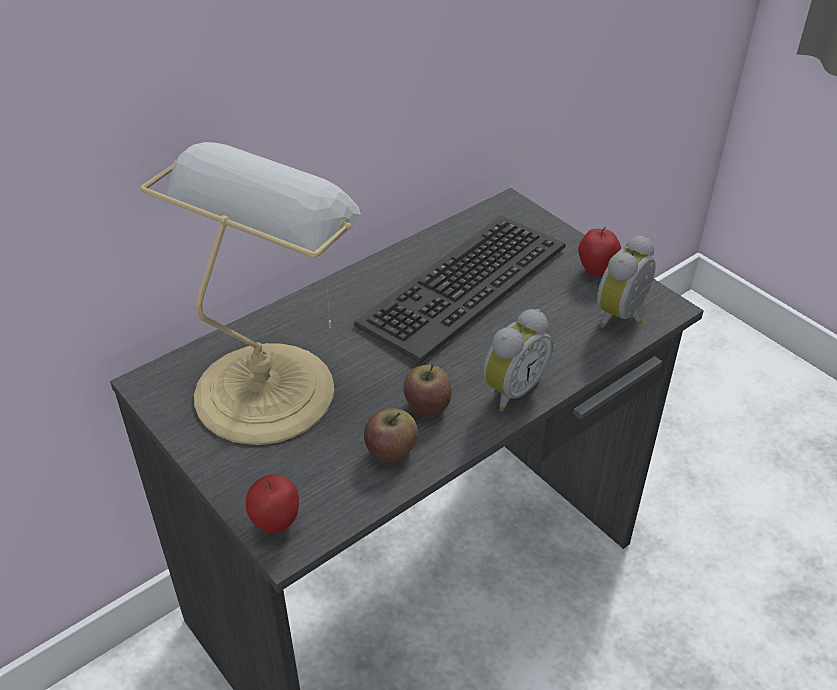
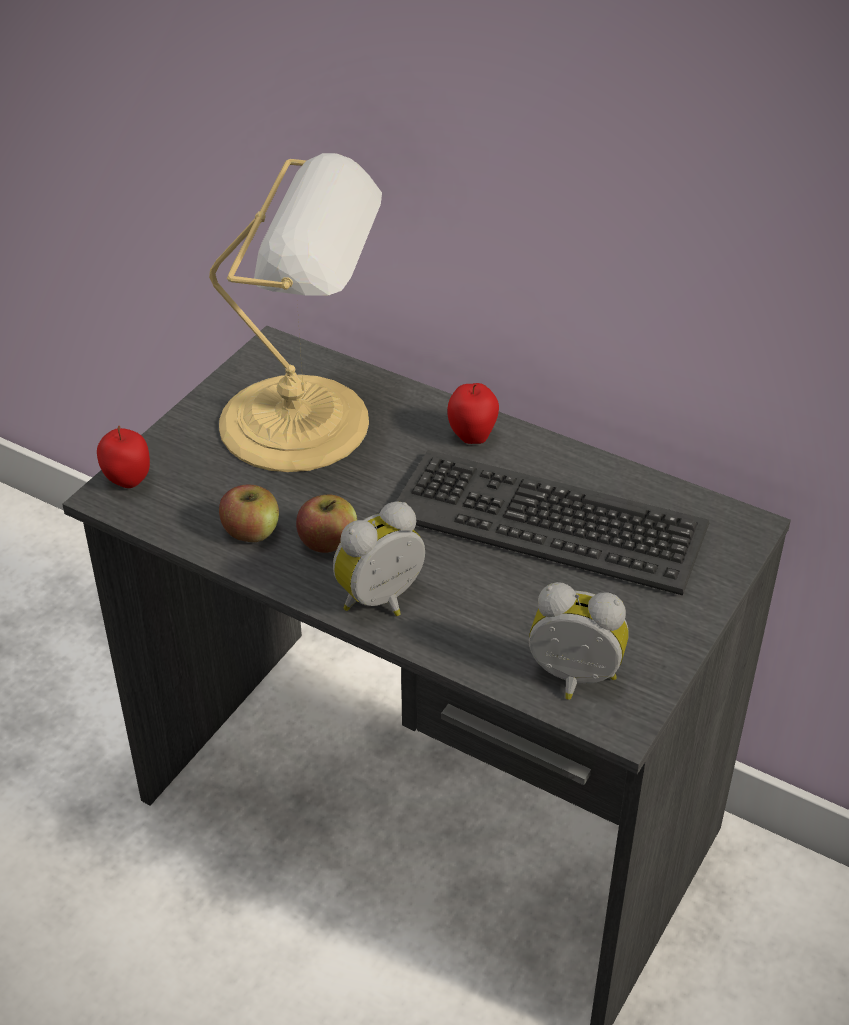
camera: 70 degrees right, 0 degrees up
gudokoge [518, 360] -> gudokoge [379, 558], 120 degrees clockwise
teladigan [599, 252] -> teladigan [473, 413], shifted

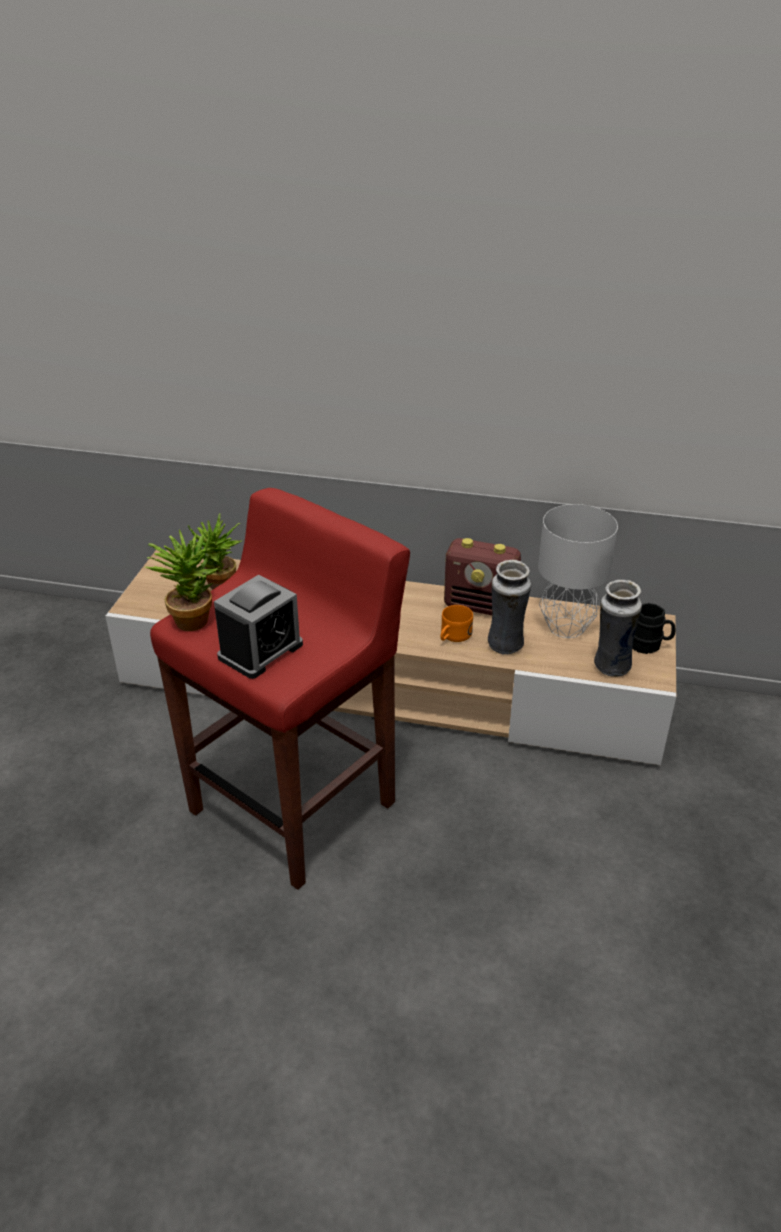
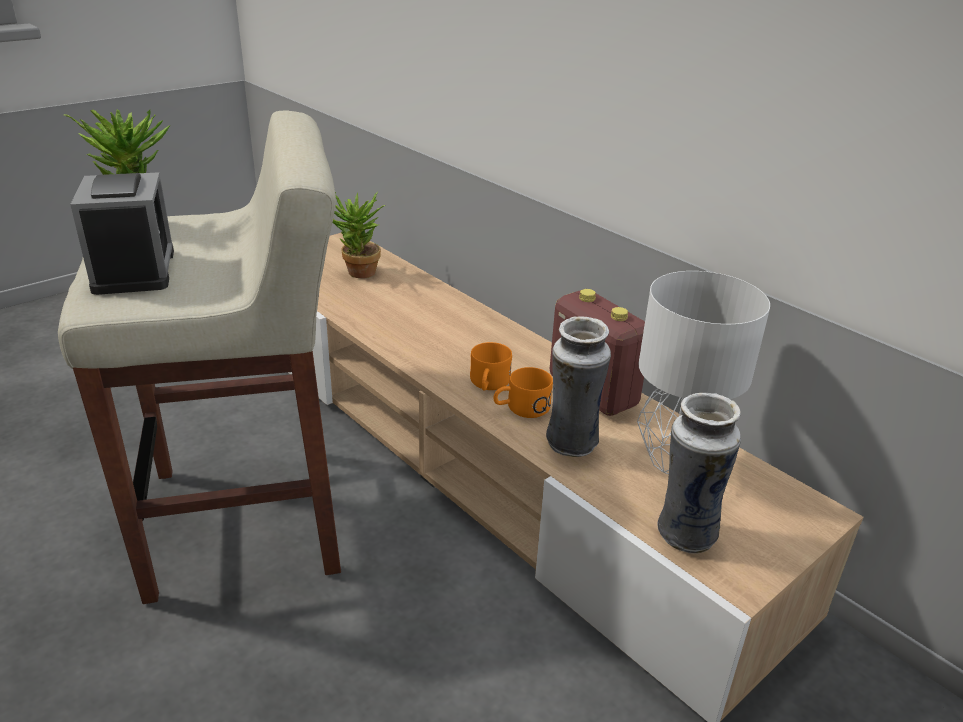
camera: 35 degrees right, 5 degrees down
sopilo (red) [280, 689] -> sopilo (beige) [199, 357]
gudokoge [258, 627] -> gudokoge [122, 233], 90 degrees counterclockwise
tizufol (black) [654, 628] -> none
none -> tizufol (orange) [491, 366]

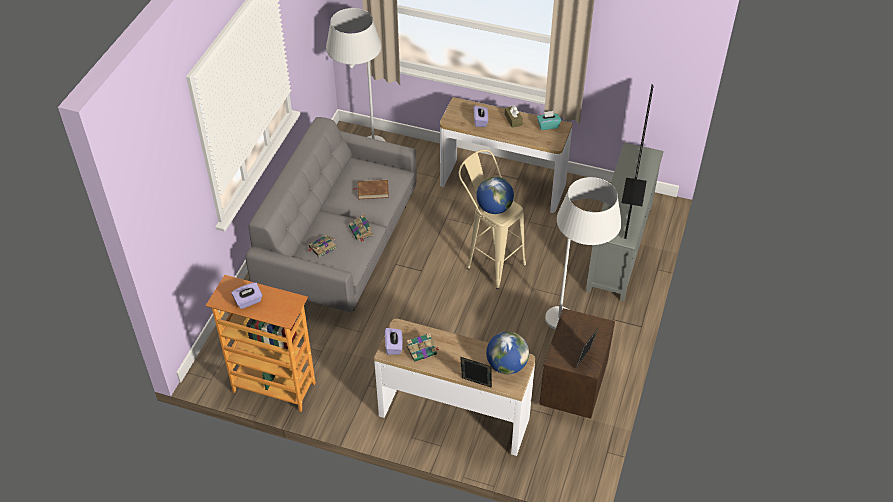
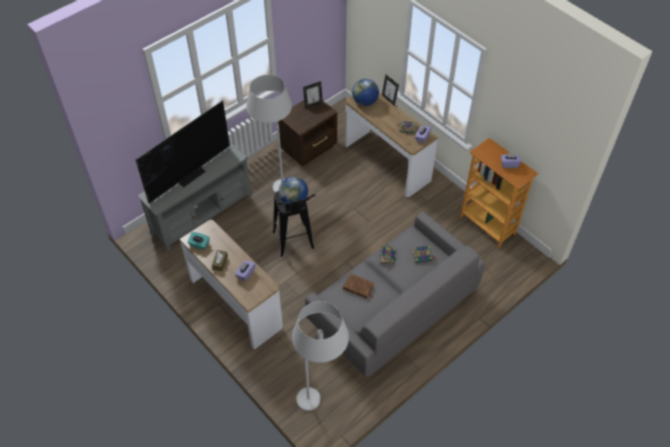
camera: 150 degrees left, 5 degrees up
sopilo (beige) [492, 219] -> sopilo (black) [294, 224]

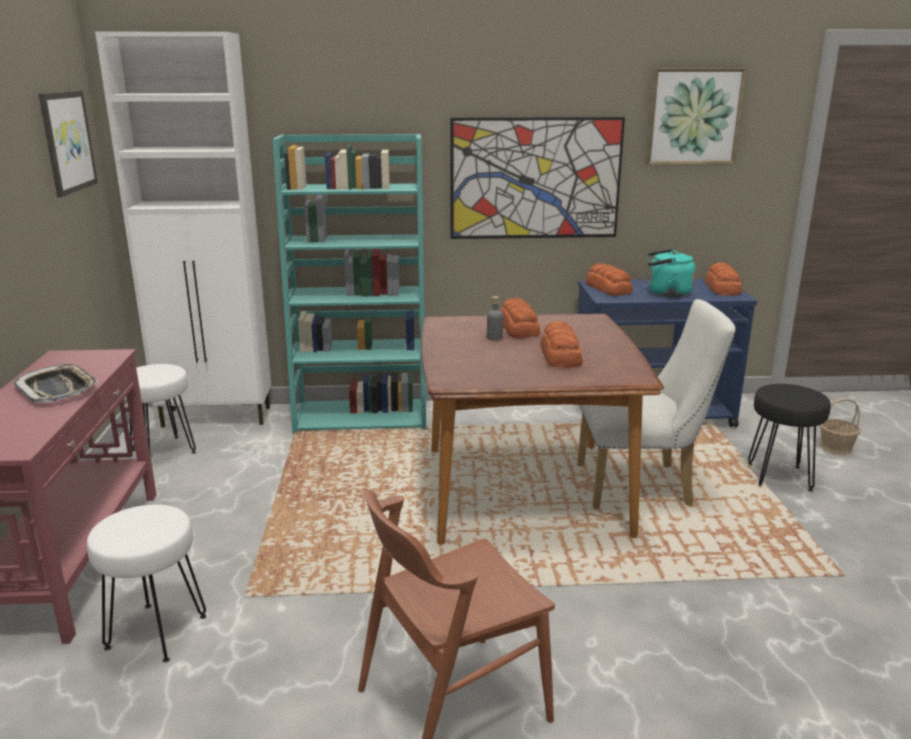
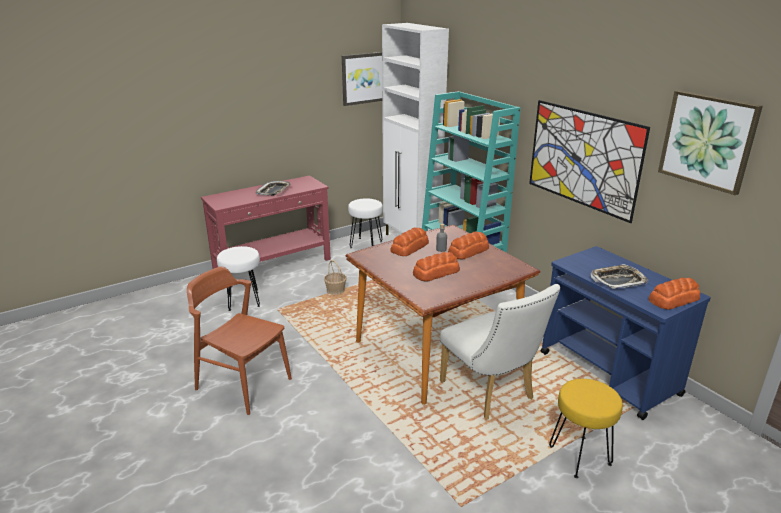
camera: 60 degrees right, 5 degrees up
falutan [609, 279] -> falutan [409, 242], shifted
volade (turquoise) [671, 273] -> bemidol [619, 276]
sopilo (black) [789, 438] -> sopilo (yellow) [586, 428]
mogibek [840, 426] -> mogibek [335, 277], shifted

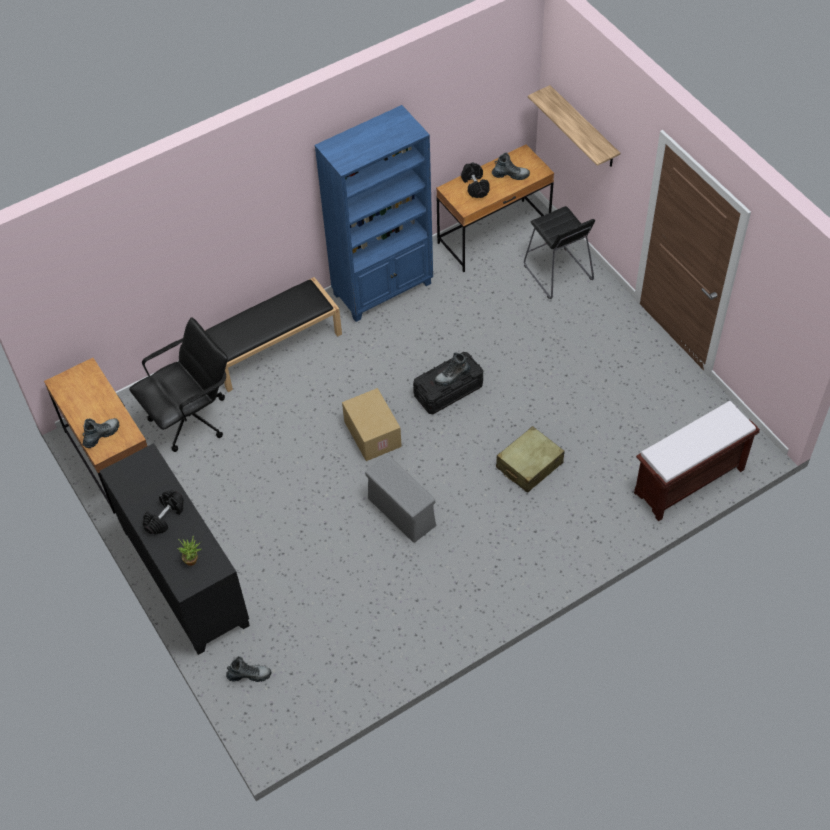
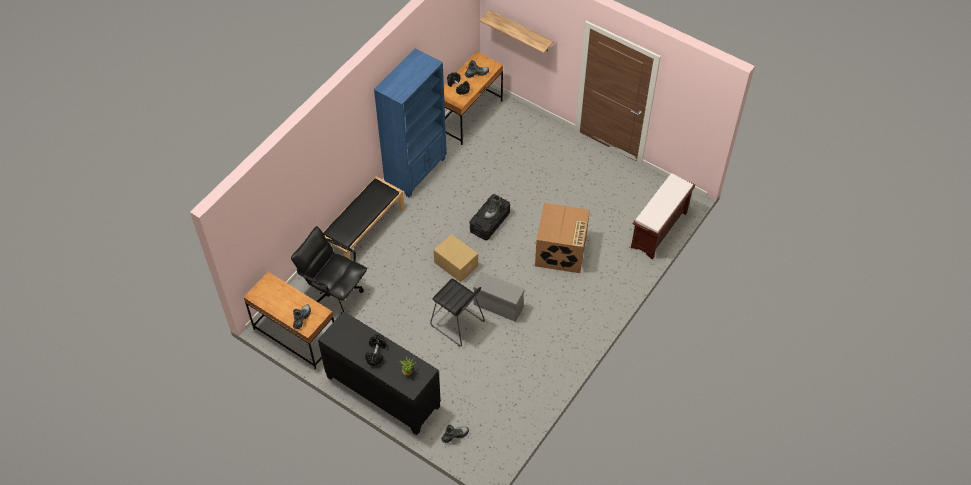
camera: 25 degrees left, 0 degrees up
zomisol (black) [178, 384] -> zomisol (black) [329, 268], 90 degrees counterclockwise
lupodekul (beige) [530, 459] -> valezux [562, 238]
sopilo (black) [559, 252] -> sopilo (black) [457, 313], shifted

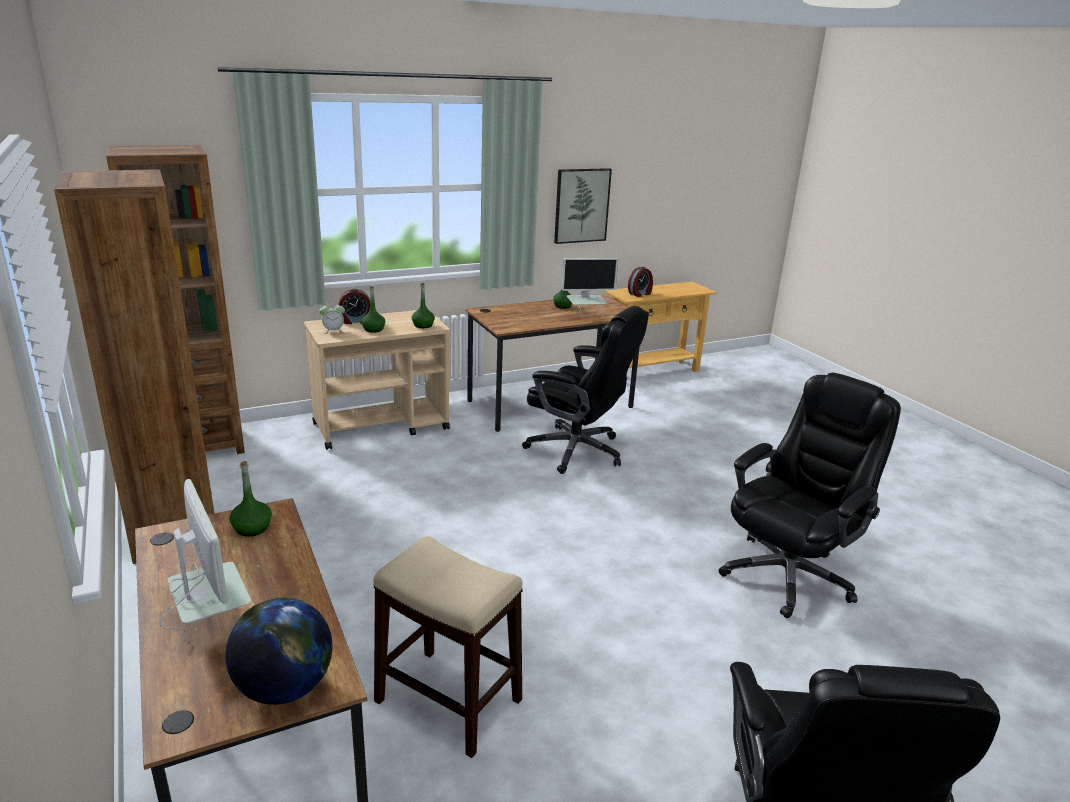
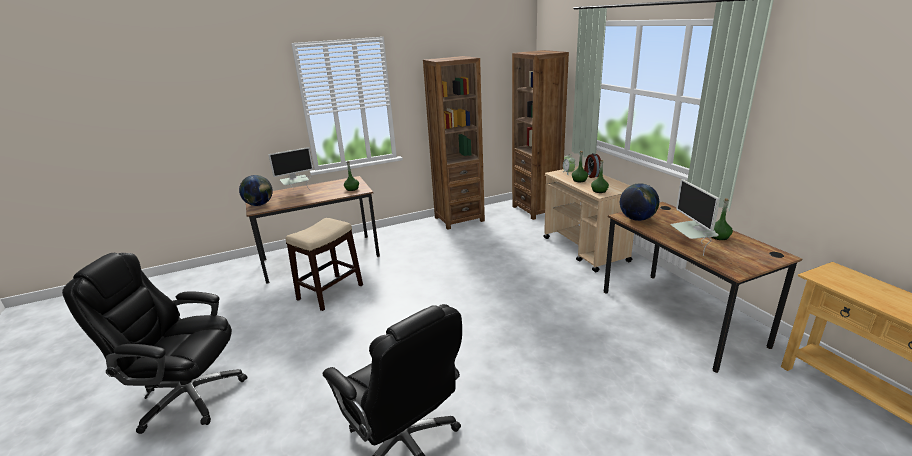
camera: 95 degrees right, 0 degrees up
zomisol (black) [585, 390] -> none
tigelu [583, 206] -> none
gudokoge [640, 282] -> none
none -> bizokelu [639, 202]

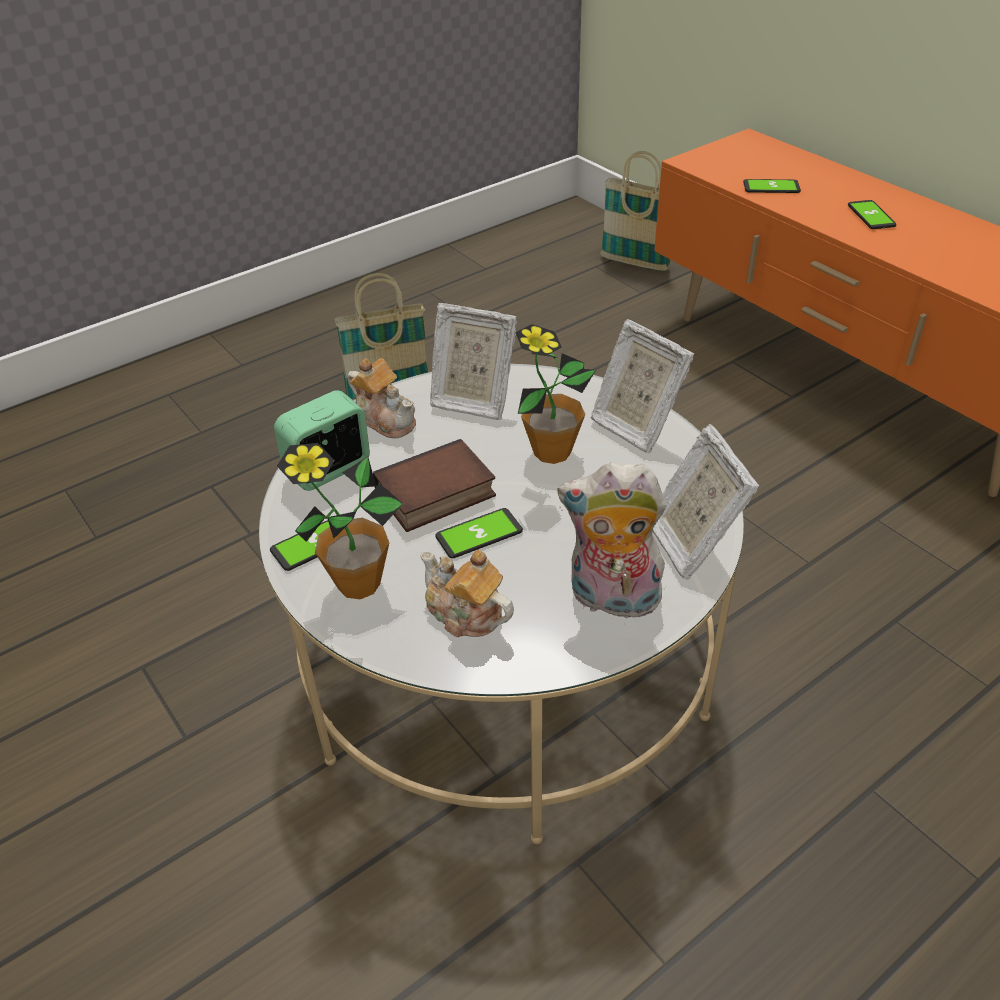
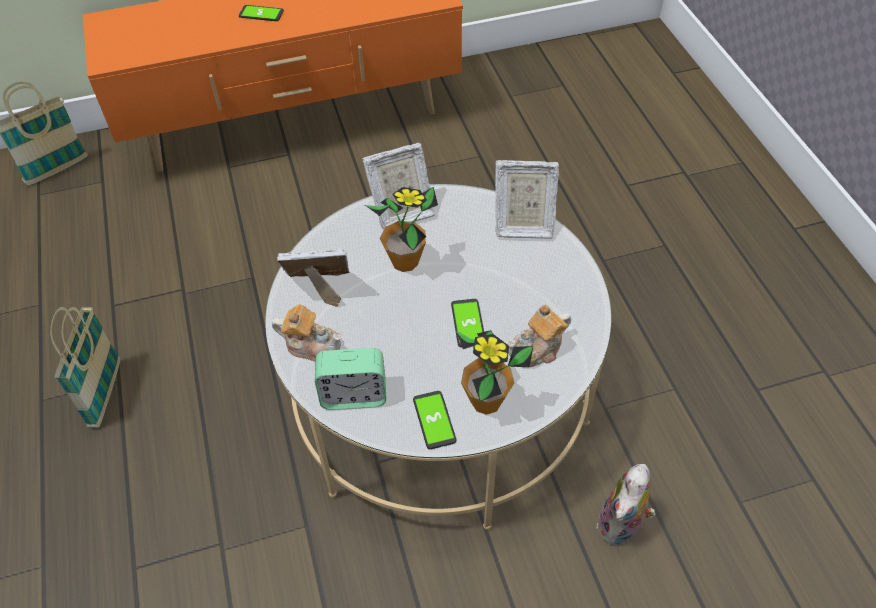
camera: 70 degrees left, 10 degrees up
gudokoge [322, 440] -> gudokoge [350, 379], 75 degrees counterclockwise
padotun [382, 398] -> padotun [307, 332], 45 degrees clockwise
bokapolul [434, 485] -> none
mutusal [473, 361] -> mutusal [313, 277], 135 degrees counterclockwise
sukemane [612, 543] -> sukemane [625, 505], shifted
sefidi [772, 186] -> none

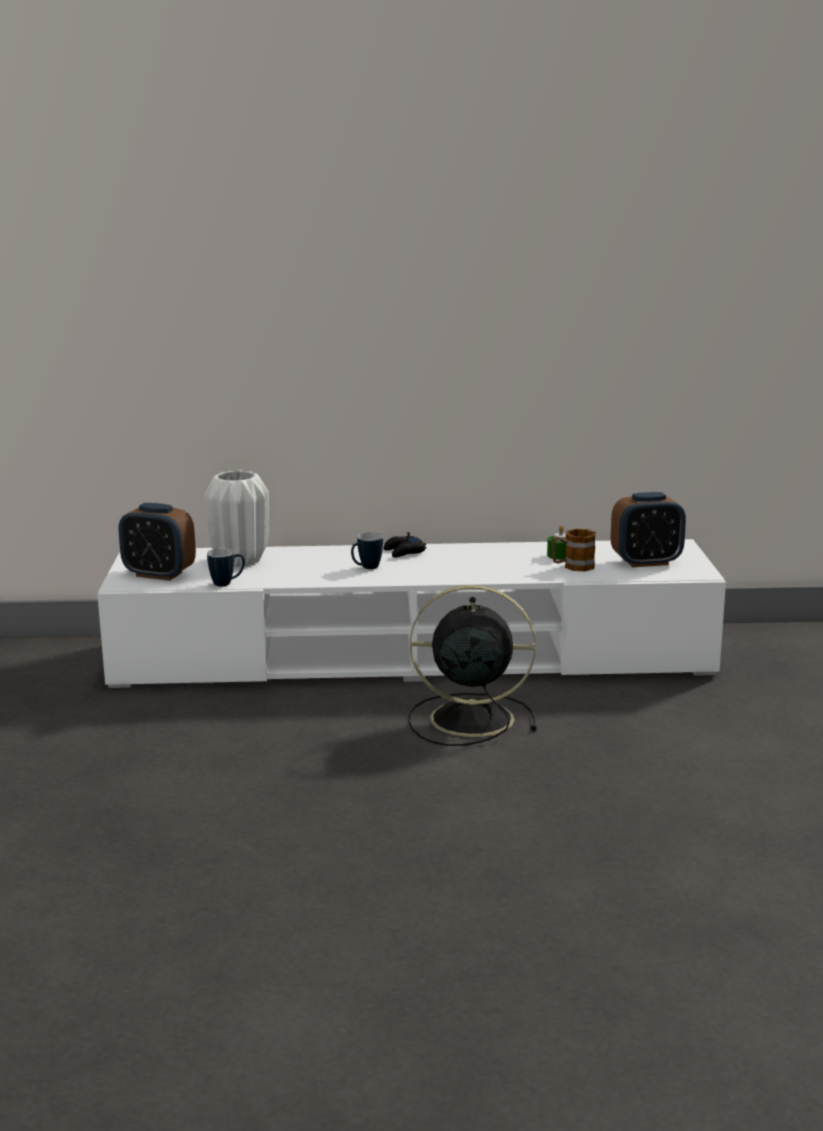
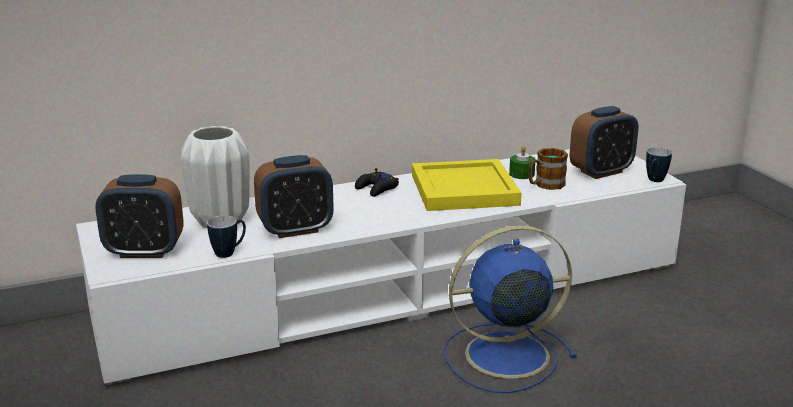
camera: 20 degrees left, 5 degrees up
tizufol [367, 550] -> tizufol [659, 164], shifted
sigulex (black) [473, 665] -> sigulex (blue) [510, 309]
none -> gudokoge [294, 196]
none -> bemidol (yellow) [467, 185]

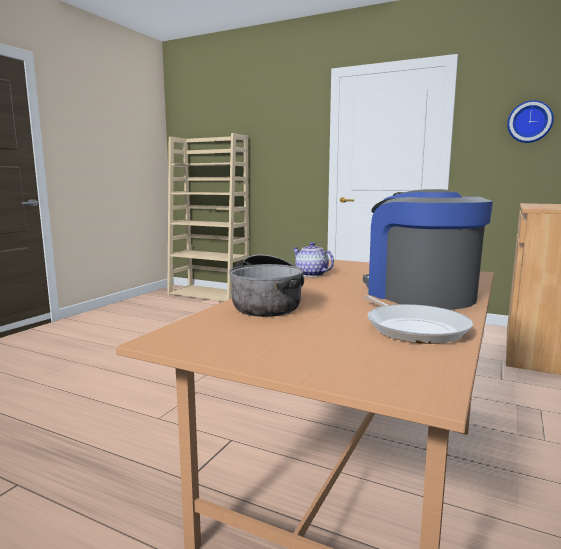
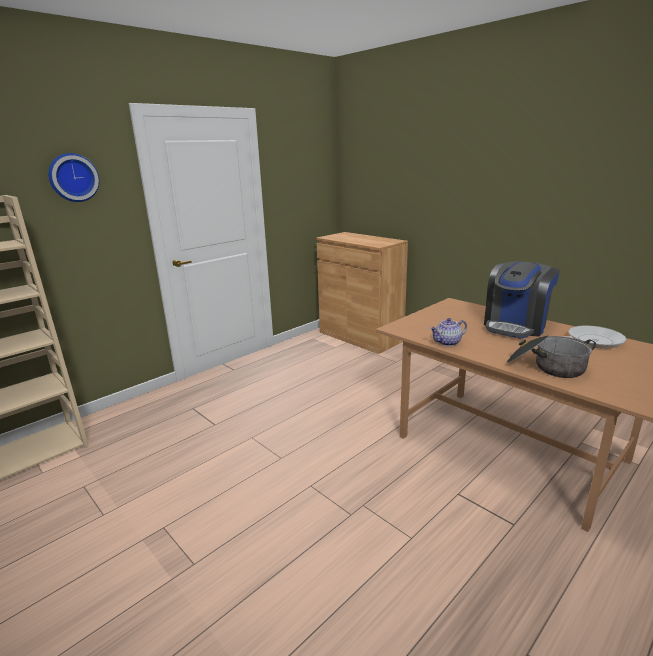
camera: 70 degrees left, 10 degrees up
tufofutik [428, 249] -> tufofutik [522, 300], 45 degrees counterclockwise
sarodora [530, 121] -> sarodora [74, 177], shifted

